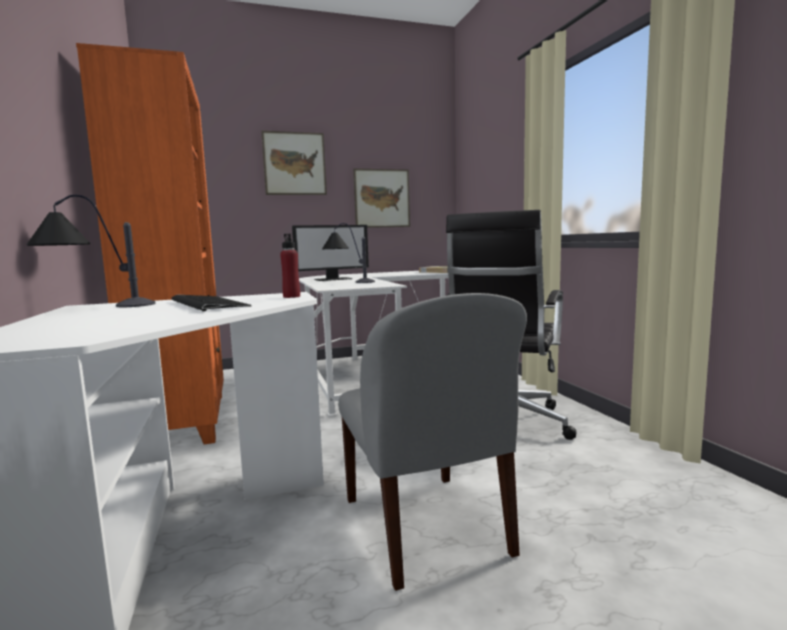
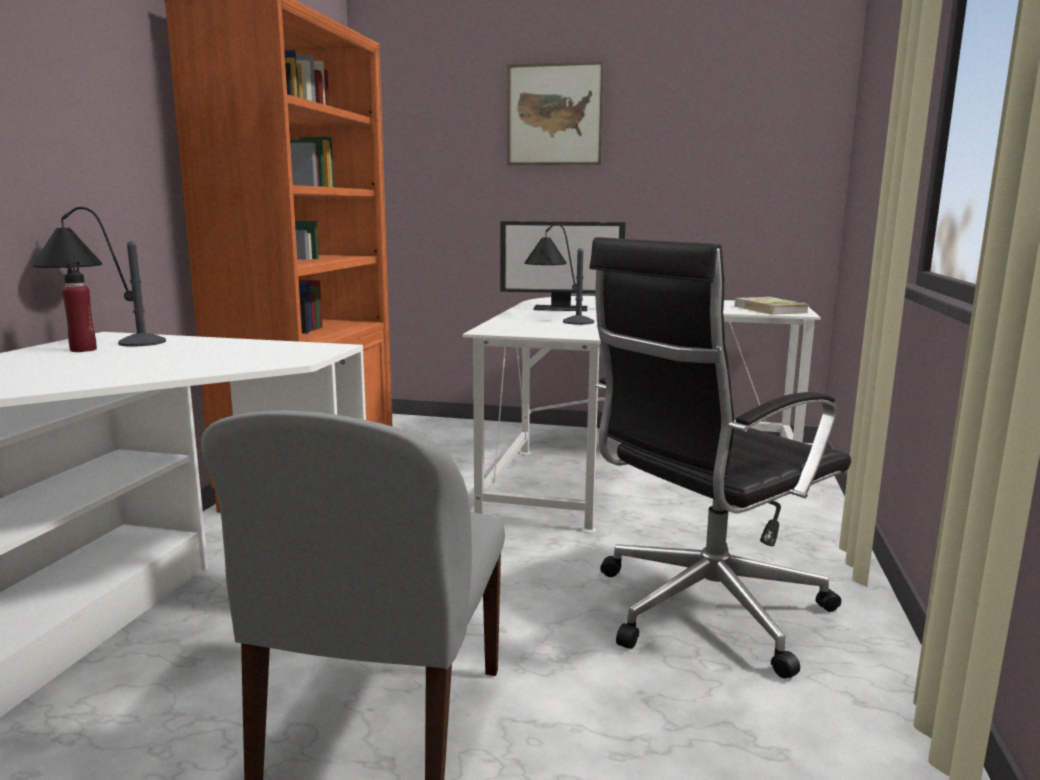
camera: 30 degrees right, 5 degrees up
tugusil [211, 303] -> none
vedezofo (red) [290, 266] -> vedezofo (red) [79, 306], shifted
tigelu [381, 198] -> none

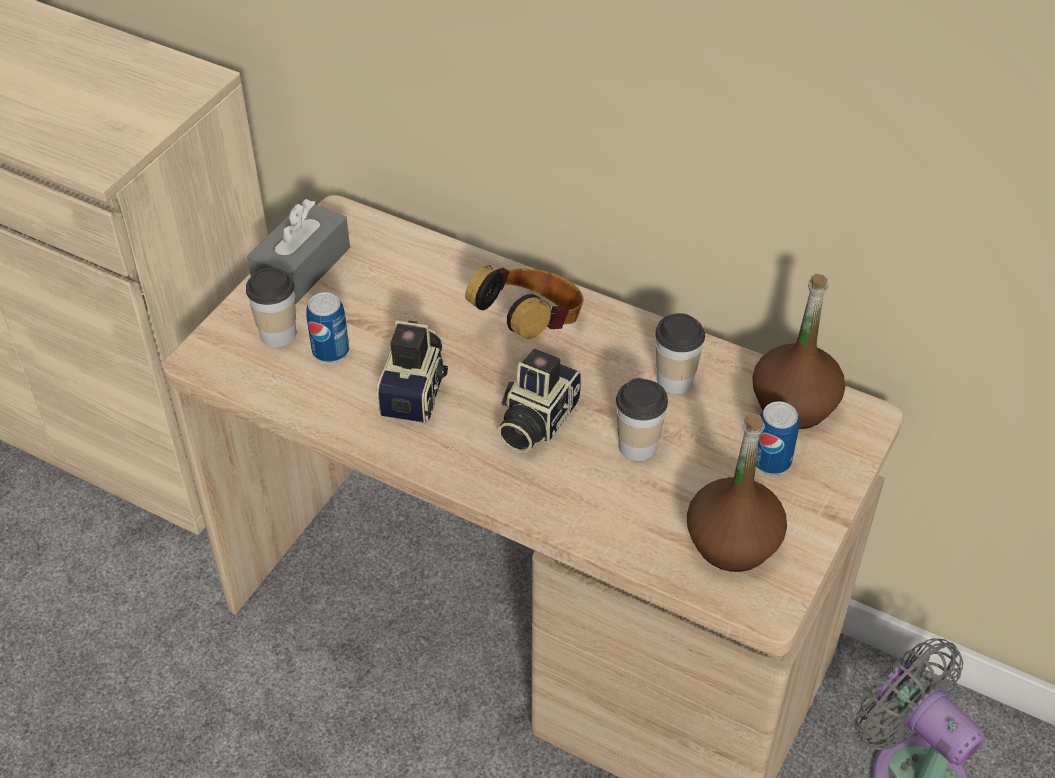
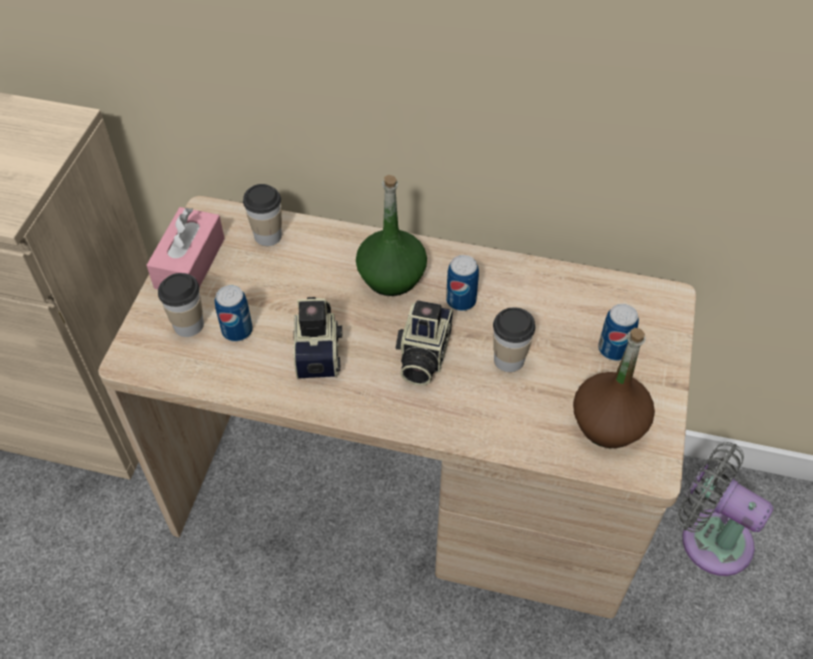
camera: 15 degrees left, 5 degrees up
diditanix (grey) [298, 251] -> diditanix (pink) [186, 248]
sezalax [524, 302] -> vedezofo (green) [391, 235]
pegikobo [680, 353] -> pegikobo [262, 215], shifted
vedezofo (brown) [798, 351] -> none
none -> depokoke [462, 283]

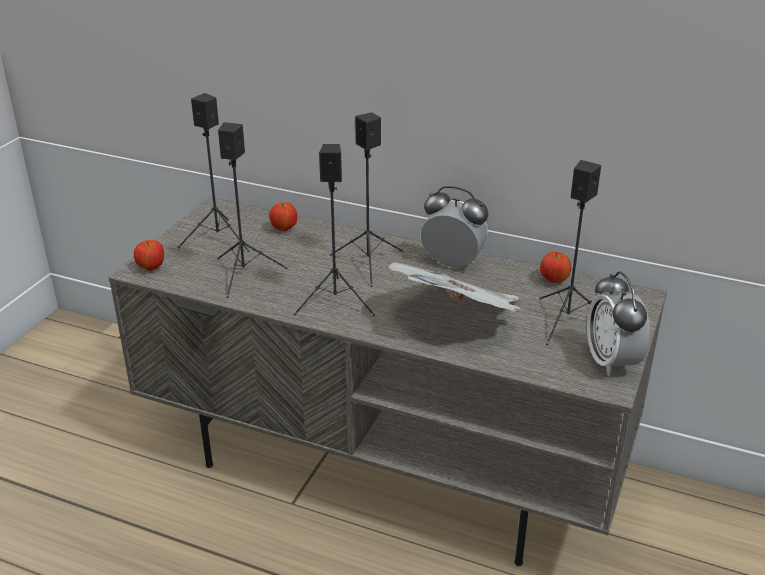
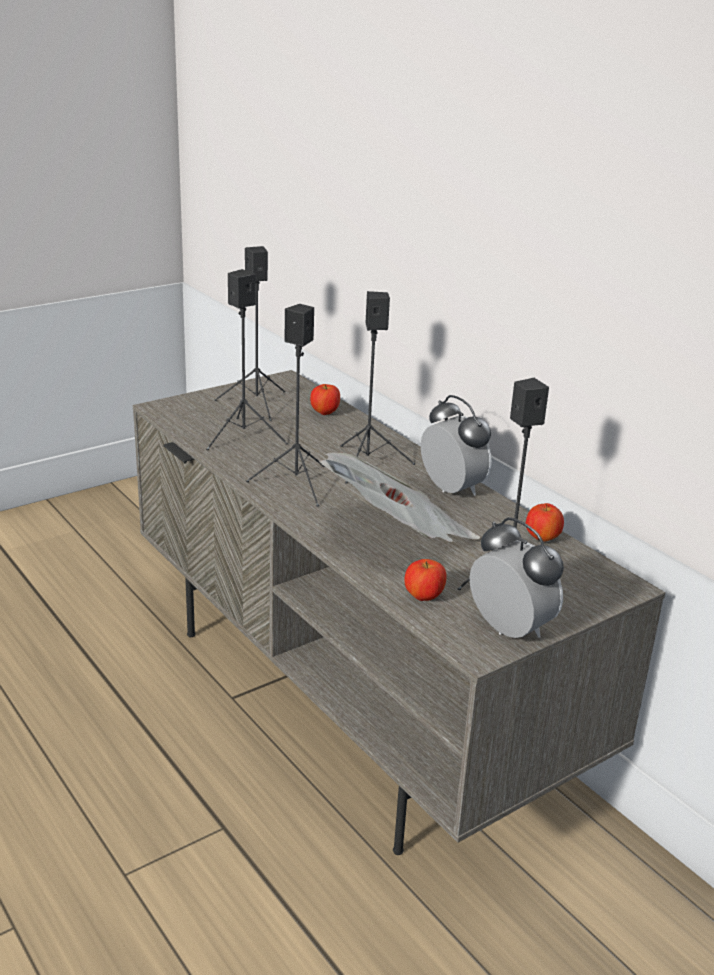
camera: 30 degrees right, 5 degrees down
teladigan [149, 255] -> teladigan [426, 580], shifted
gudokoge [618, 323] -> gudokoge [516, 577], 120 degrees clockwise

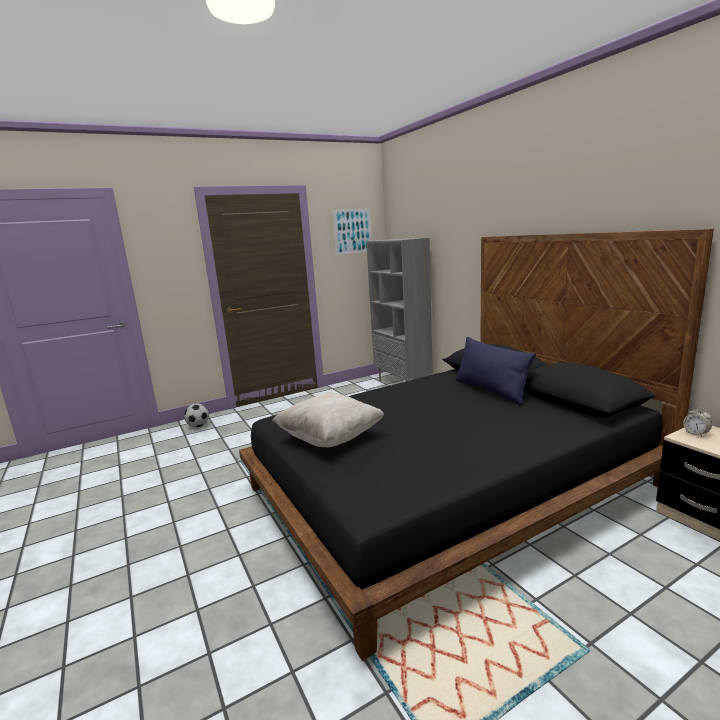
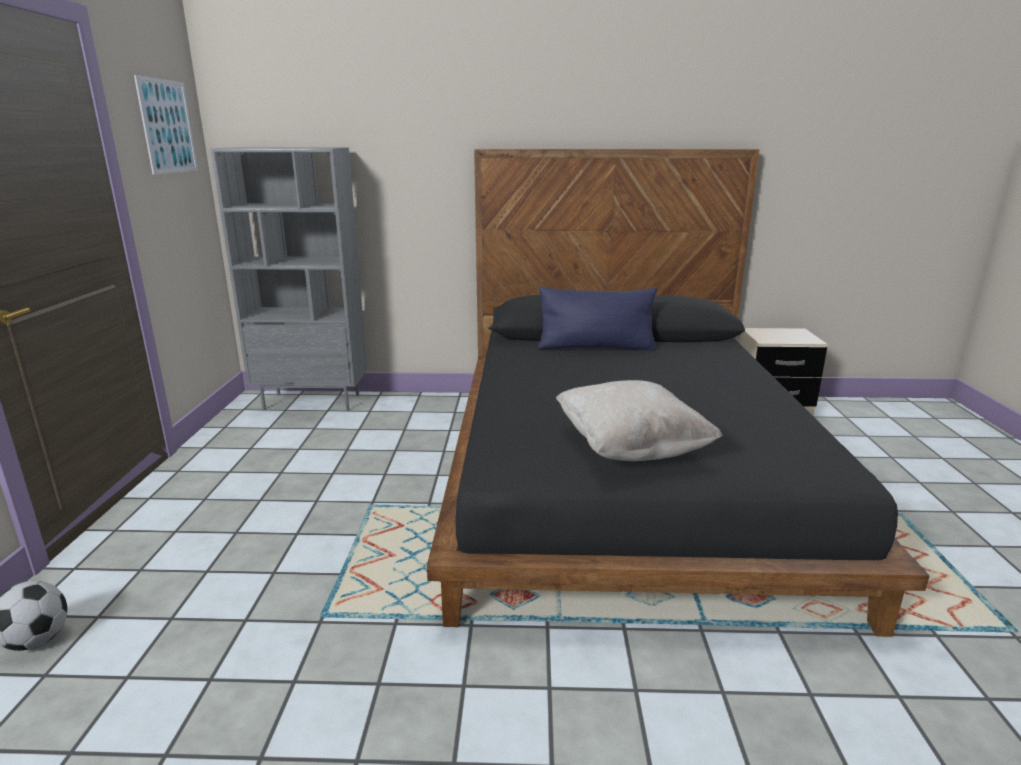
camera: 60 degrees left, 5 degrees up
gudokoge [697, 422] -> none

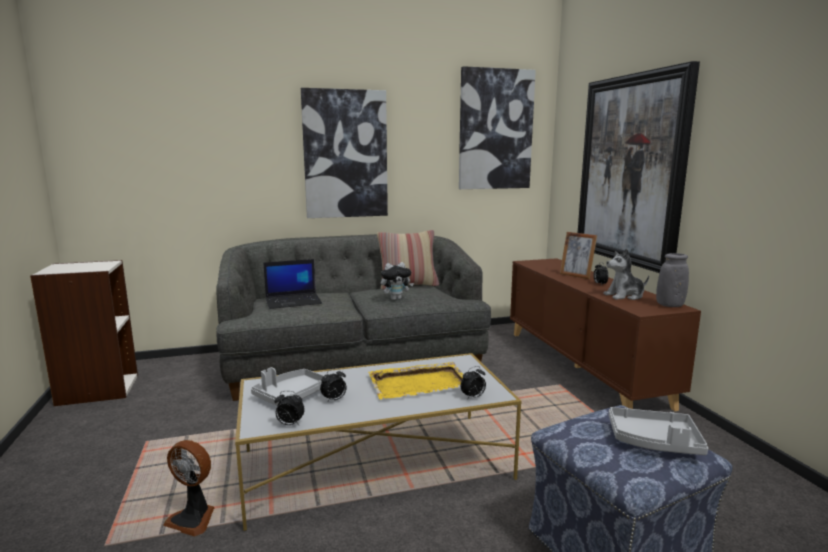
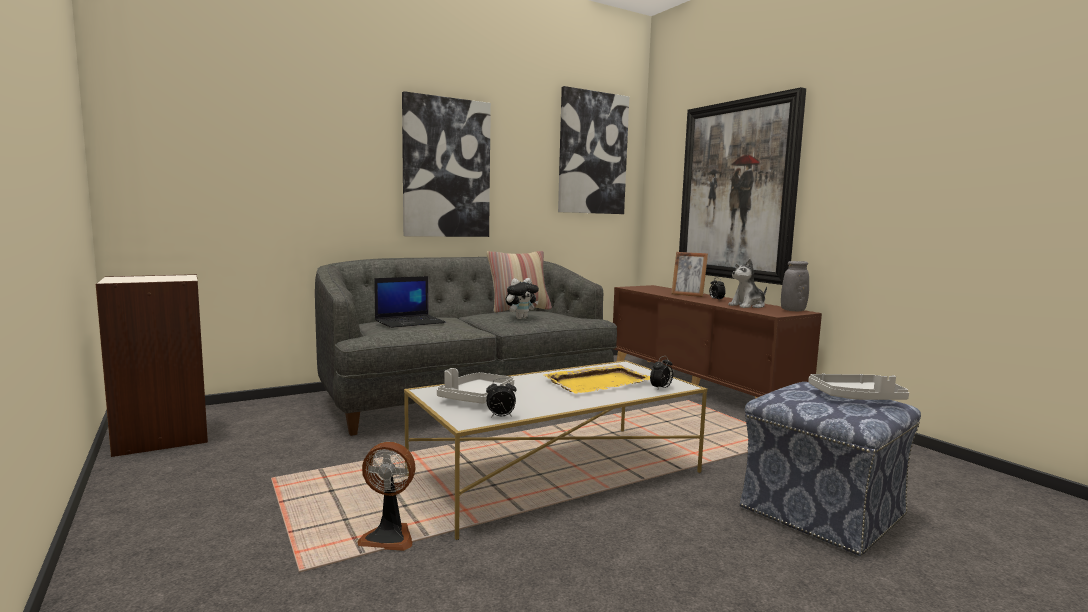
camera: 15 degrees left, 5 degrees down
gudokoge [333, 385] -> none

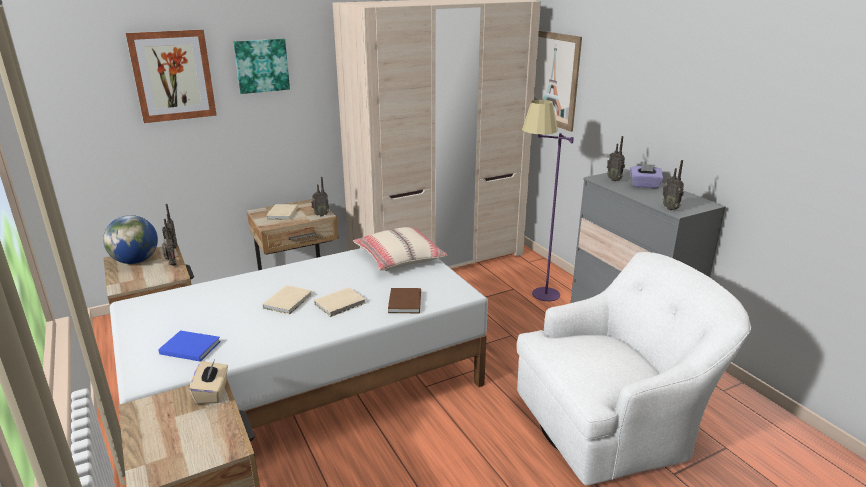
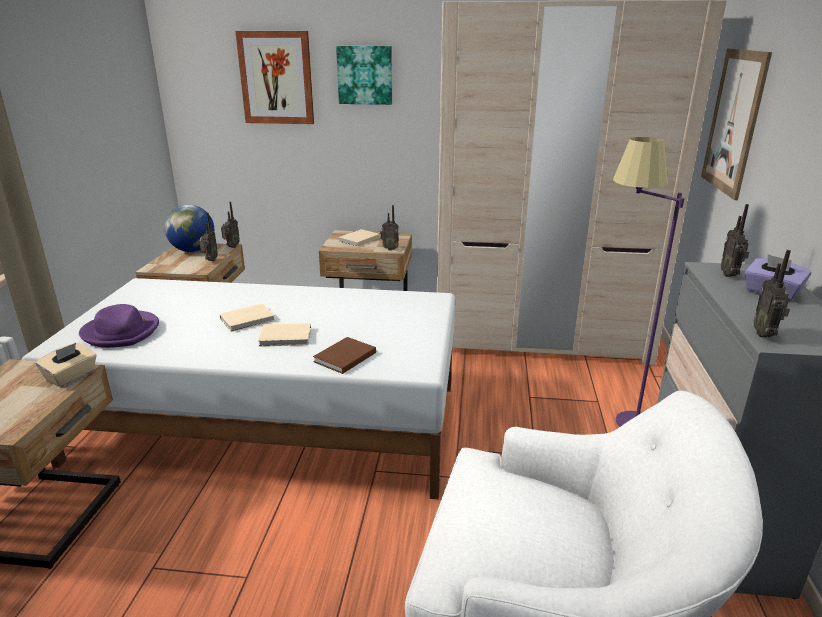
camera: 35 degrees right, 0 degrees up
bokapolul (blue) [189, 346] -> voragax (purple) [119, 326]
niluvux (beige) [400, 249] -> none

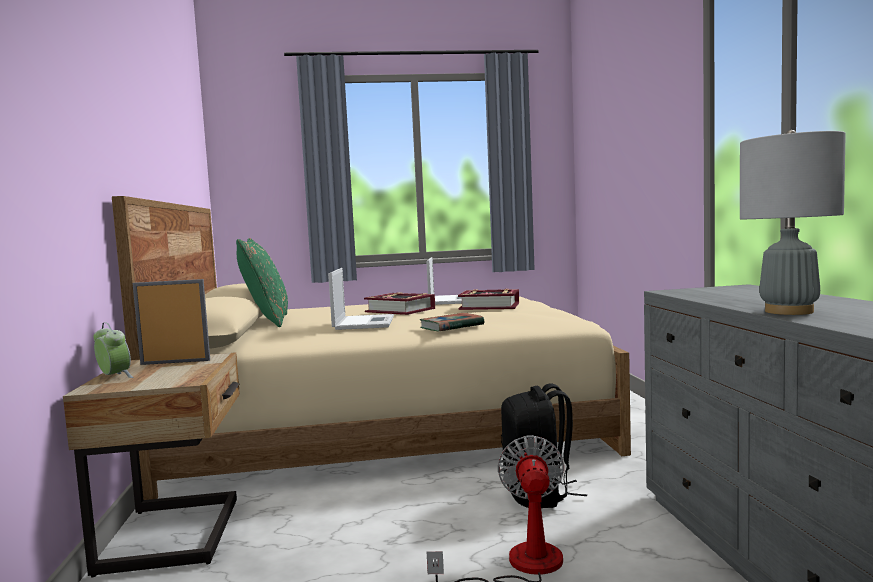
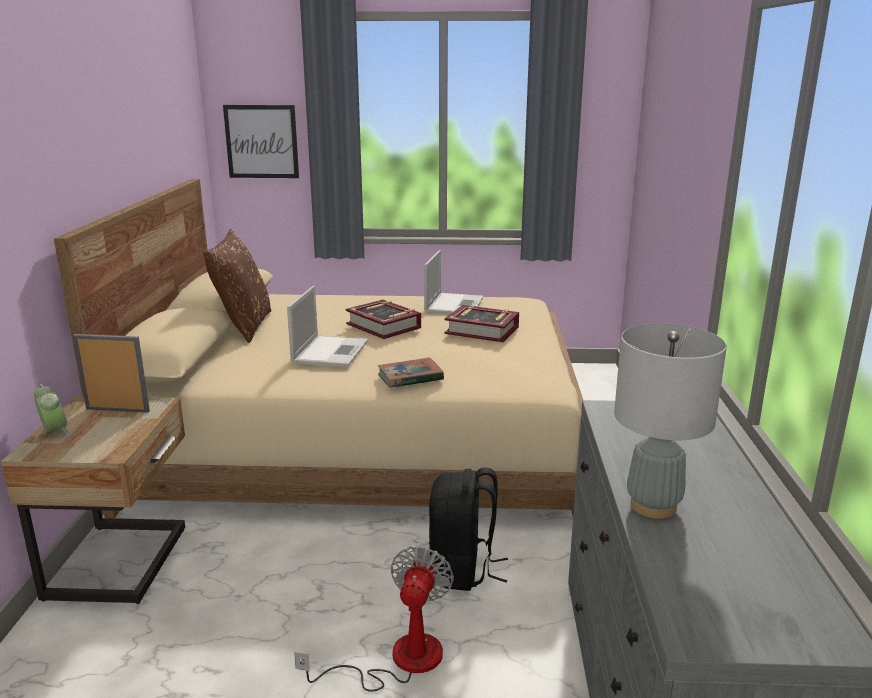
camera: 10 degrees right, 15 degrees up
niluvux (green) [262, 282] -> niluvux (brown) [237, 286]
none -> tigelu [261, 141]

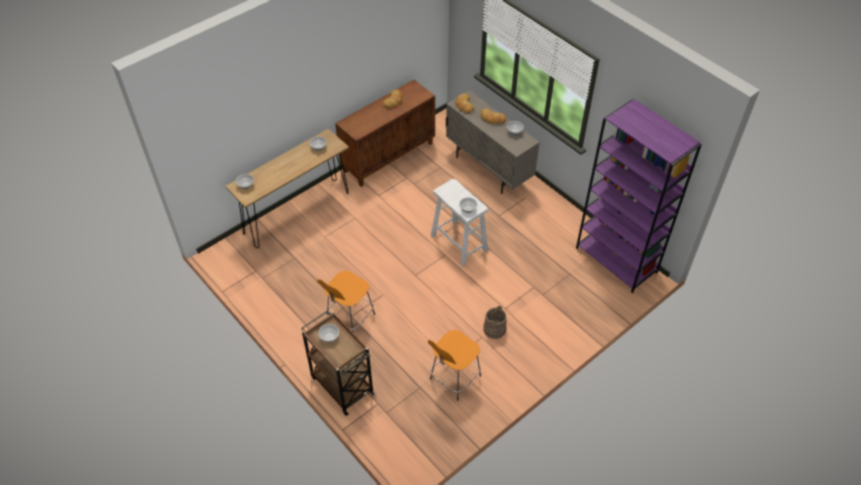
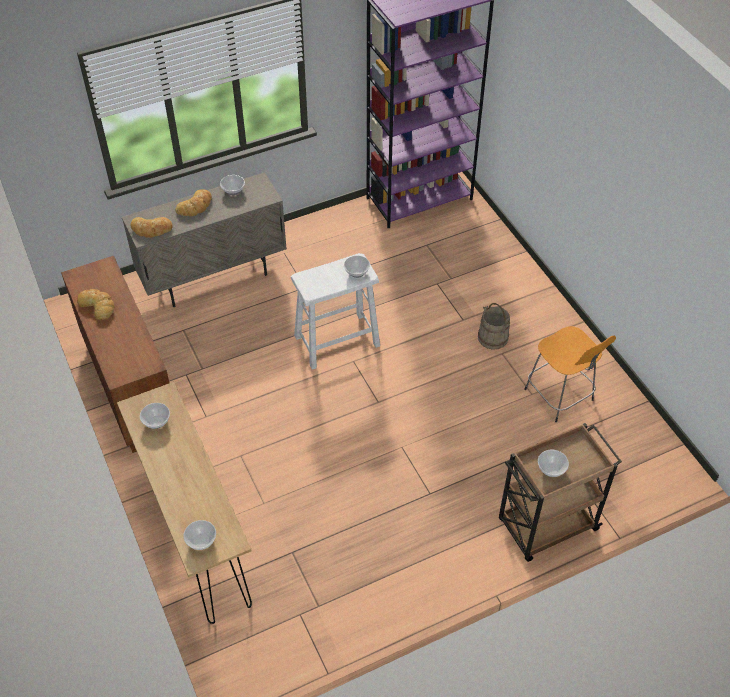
camera: 75 degrees left, 0 degrees up
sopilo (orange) [346, 301] -> none

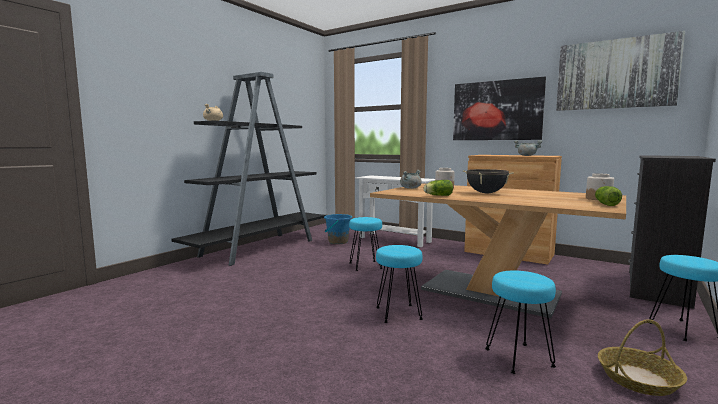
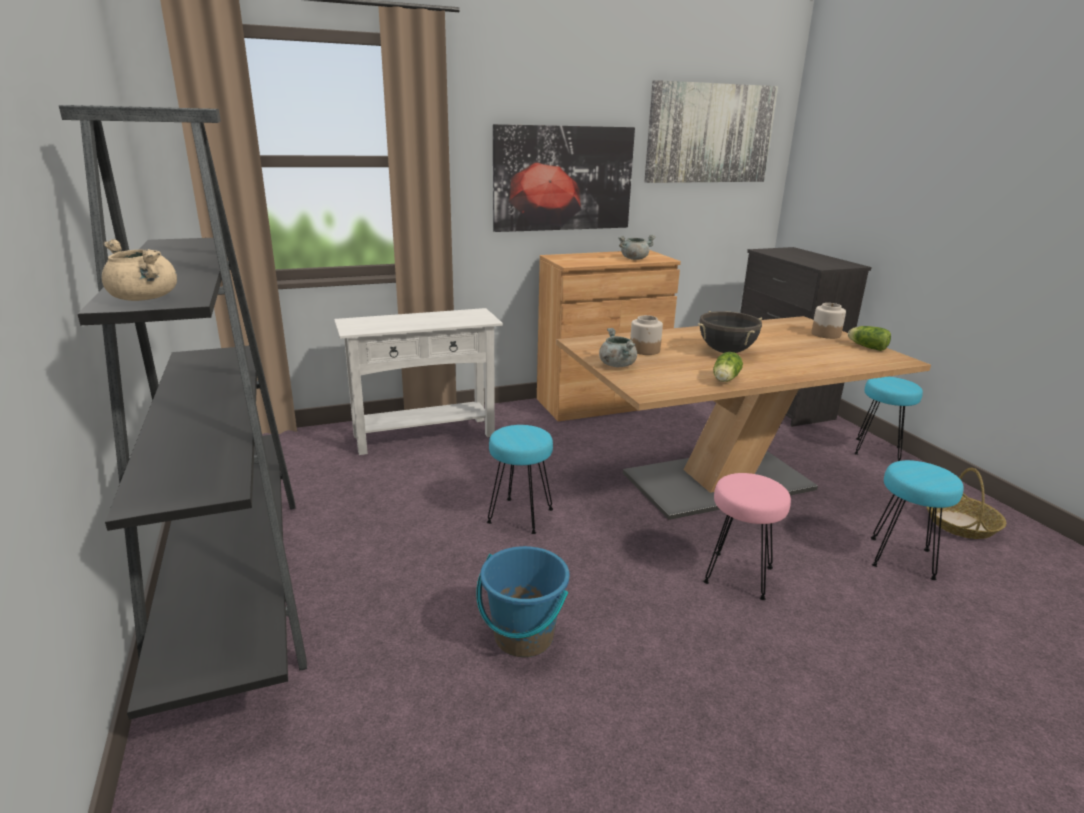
camera: 55 degrees left, 15 degrees up
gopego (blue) [338, 229] -> gopego (blue) [522, 601], shifted
sopilo (turquoise) [399, 284] -> sopilo (pink) [747, 536]

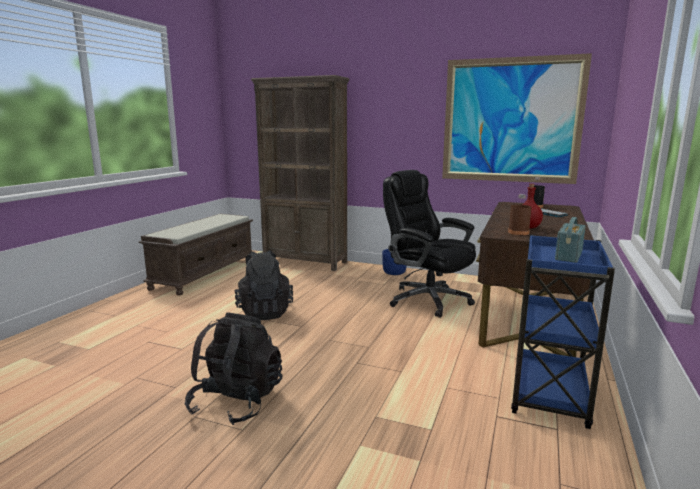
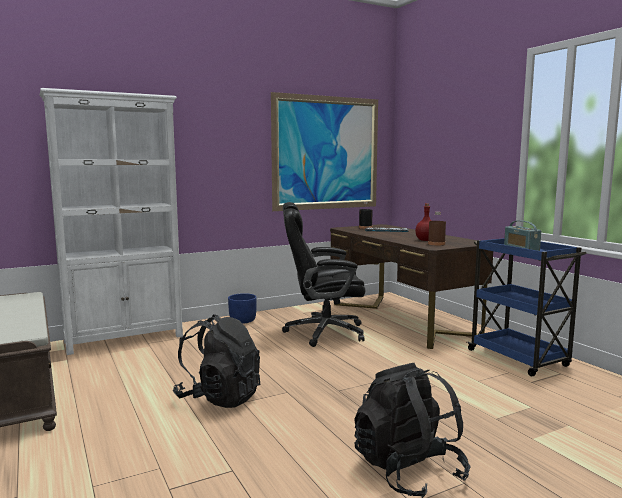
camera: 50 degrees left, 5 degrees down
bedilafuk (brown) [300, 173] -> bedilafuk (white) [111, 221]

